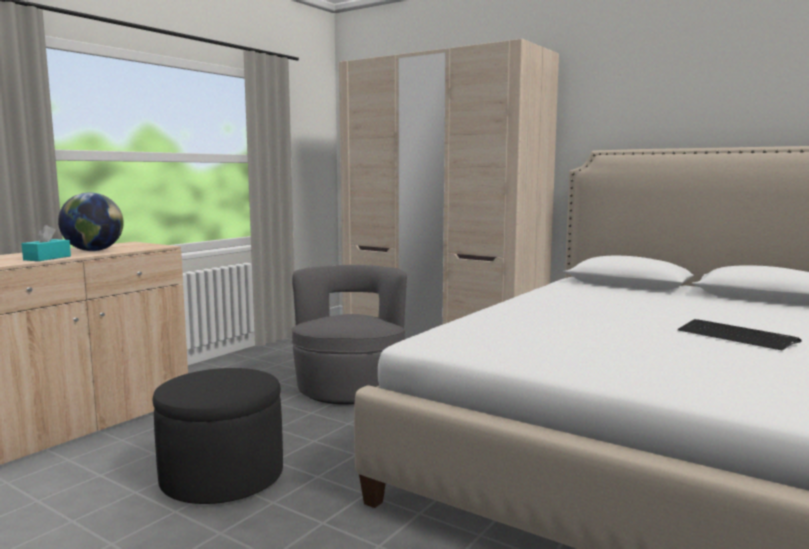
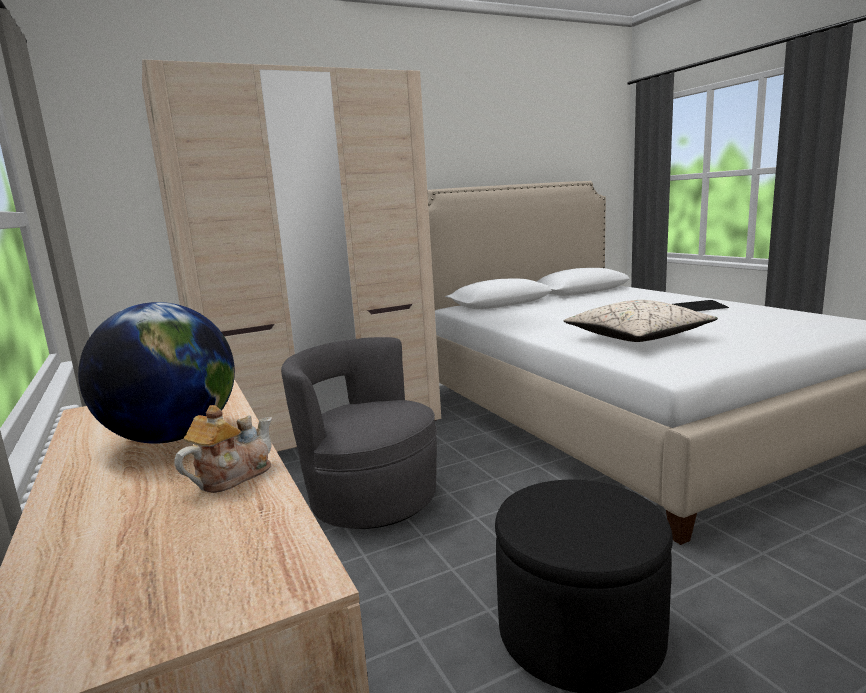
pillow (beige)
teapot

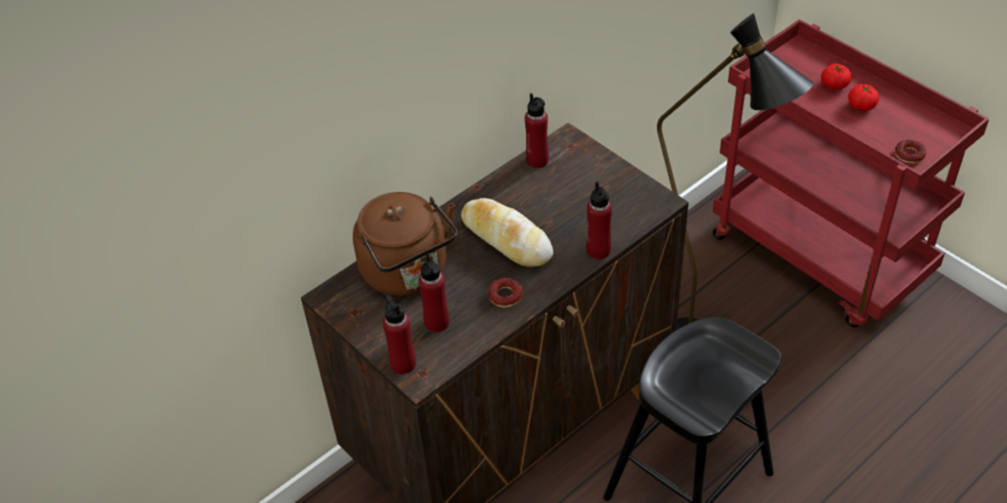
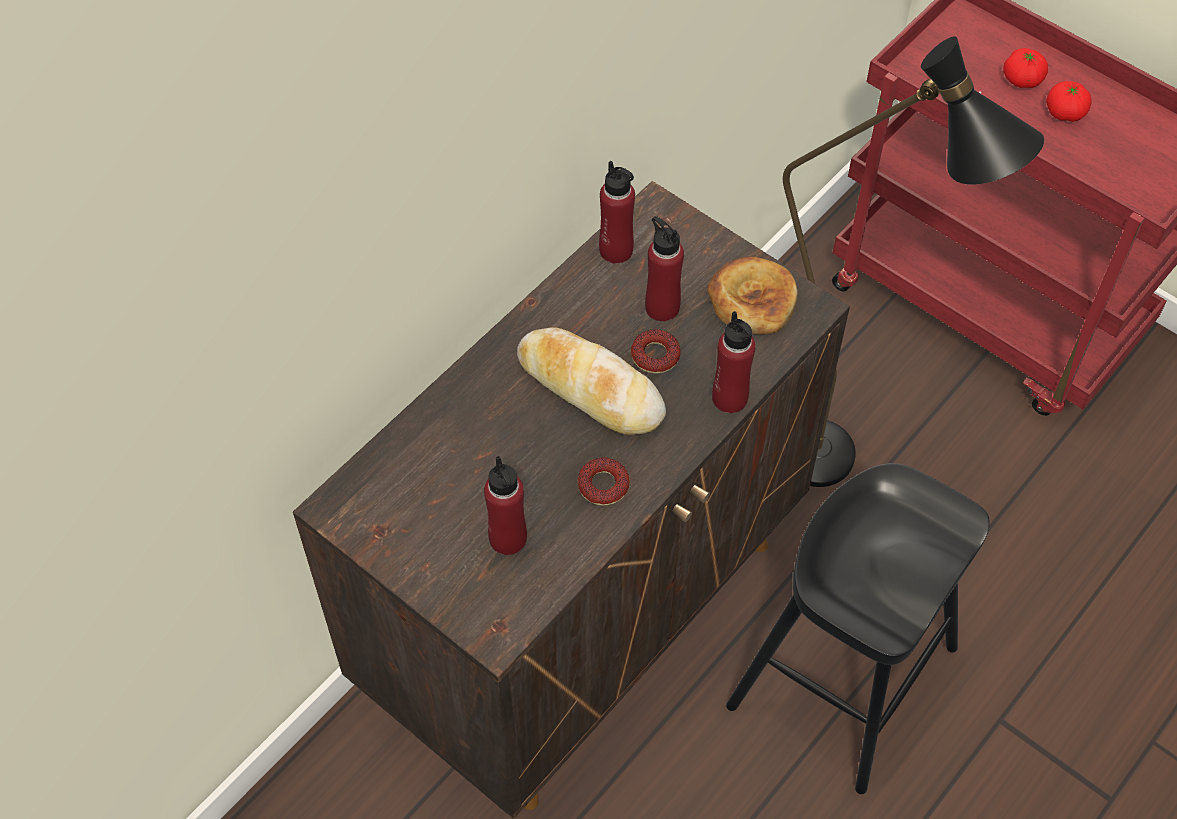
tea kettle (brown)
bread (no. 2 from left)
bottle (red-coloured) (no. 3 from left)
doughnut (no. 2 from left)

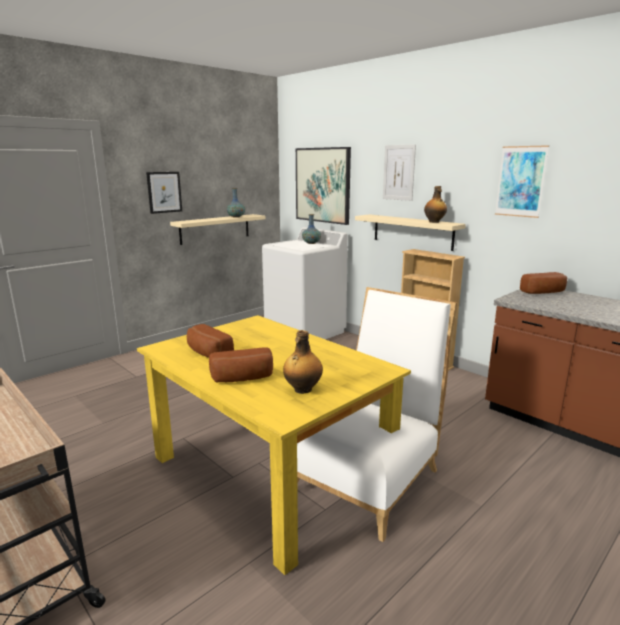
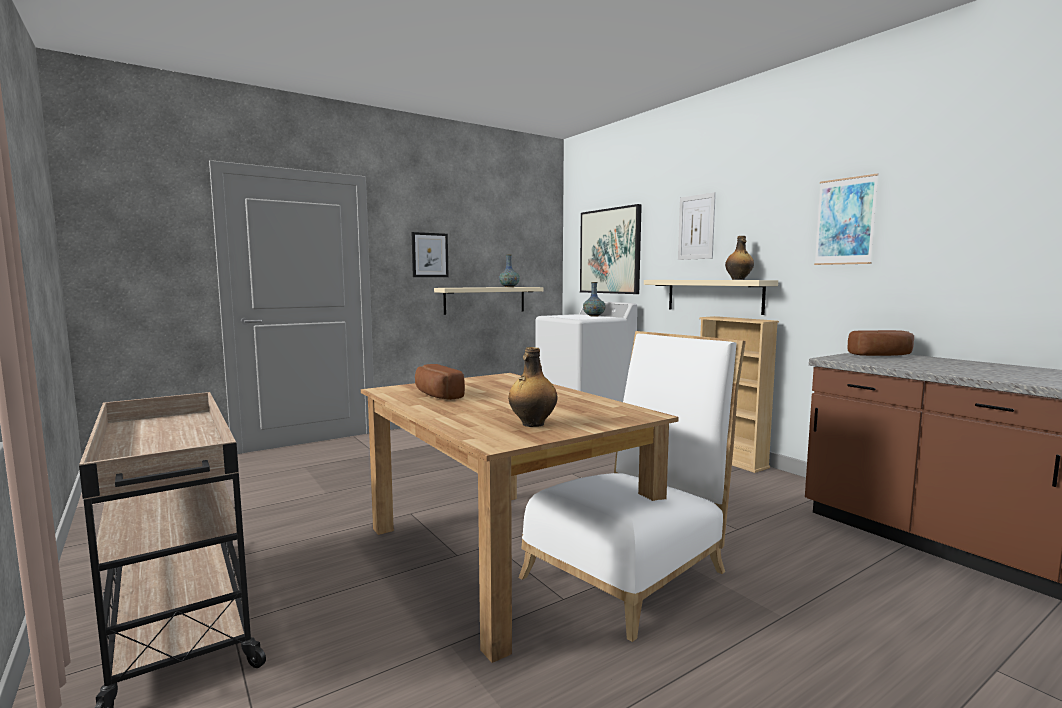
bread (no. 2 from left in the first image)
kitchen table (brown)

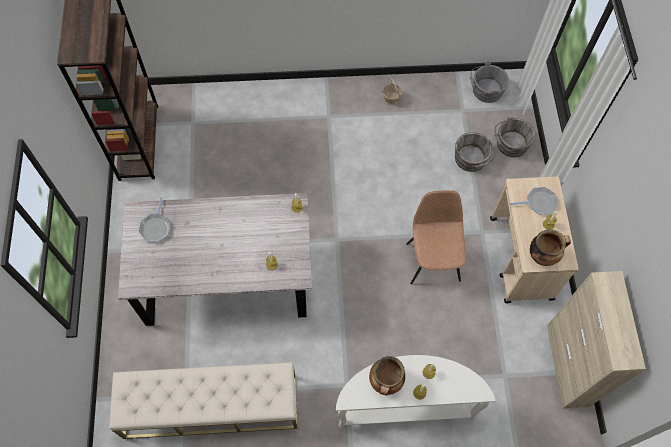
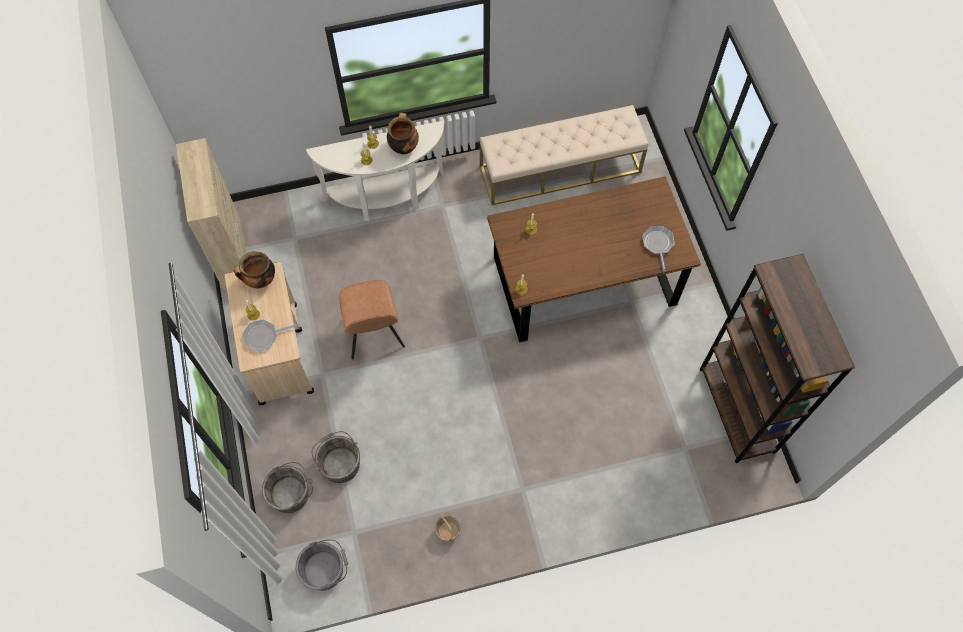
kitchen table (brown)

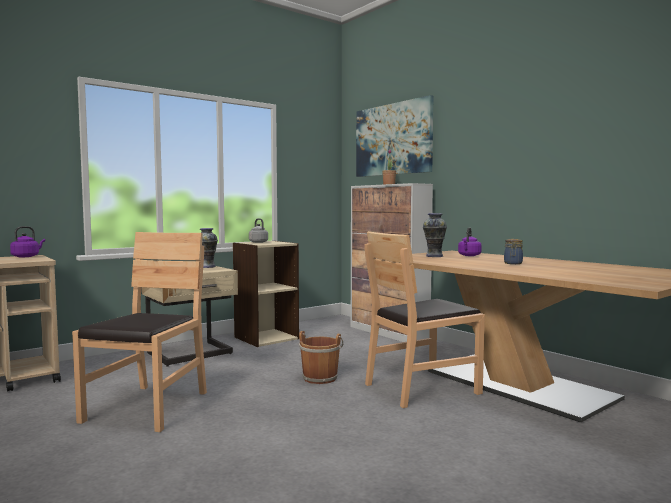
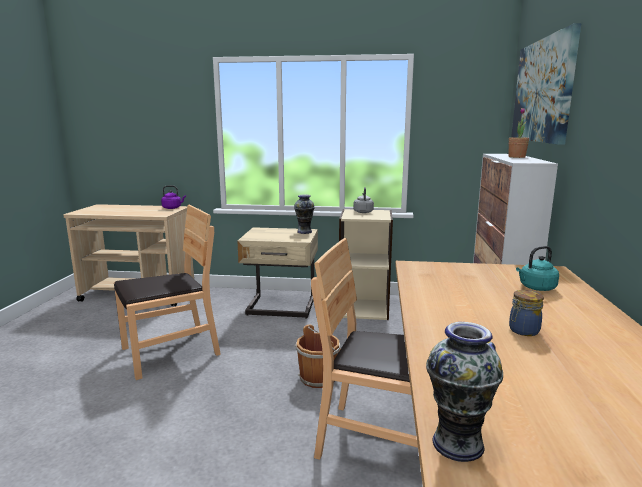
decorative vase (no. 2 from left)
tea kettle (turquoise-coloured)

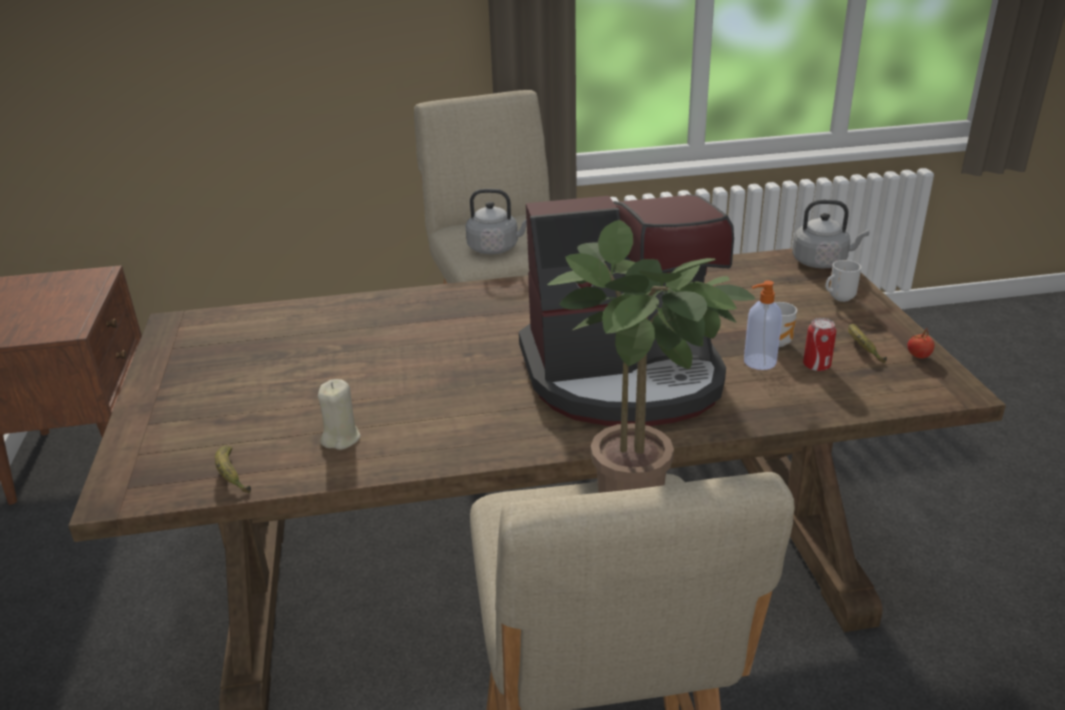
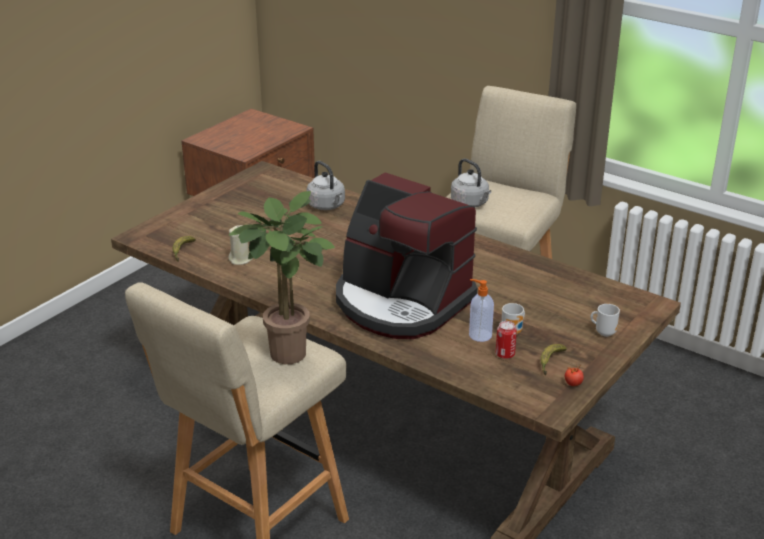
tea kettle (greyish) (no. 1 from left)

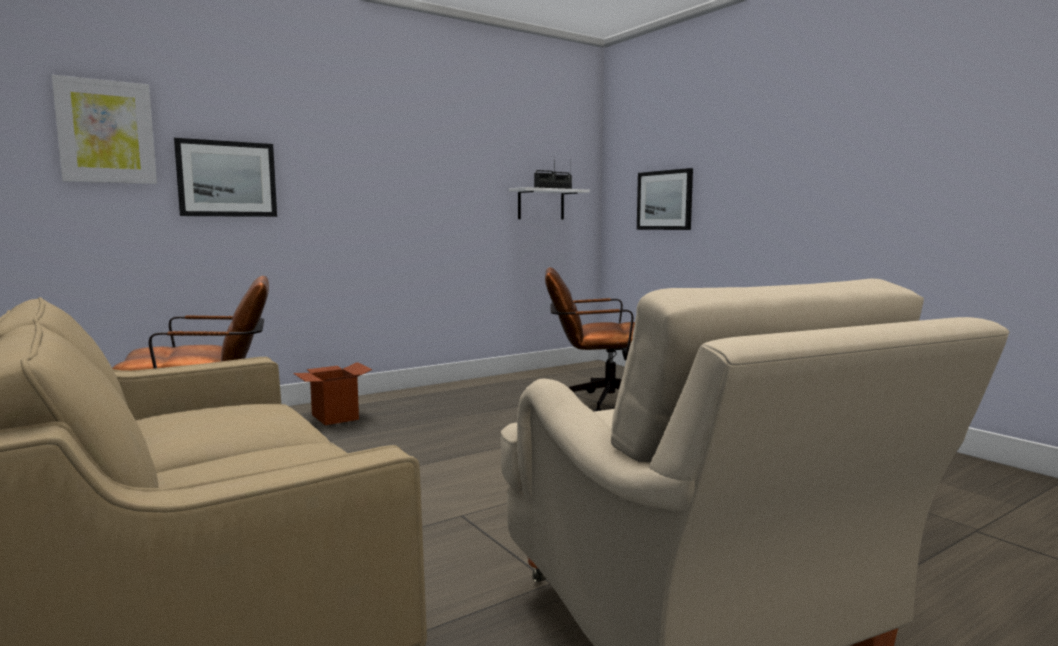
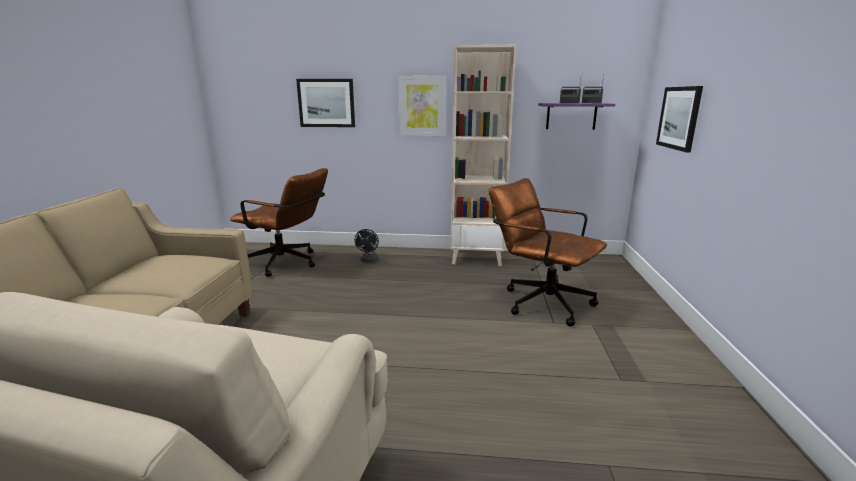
shelving unit (beige)
wall art (no. 2 from left)
electric fan (black-coloured)
bracket shelf (purple-coloured)

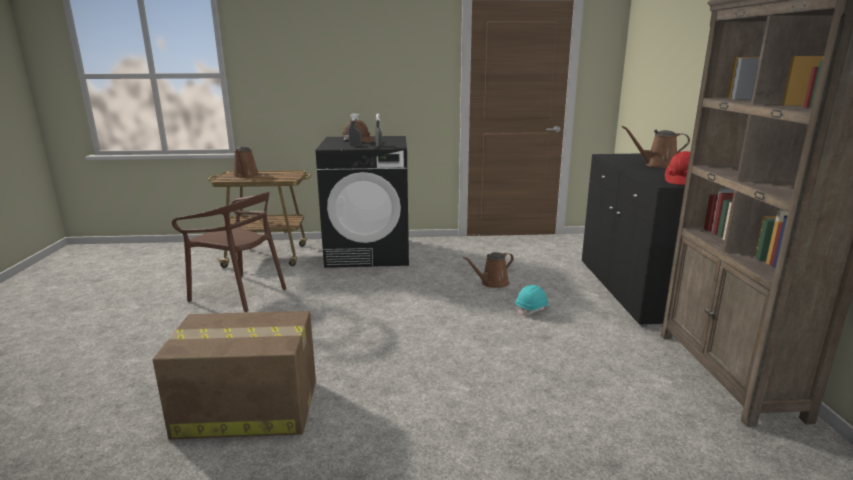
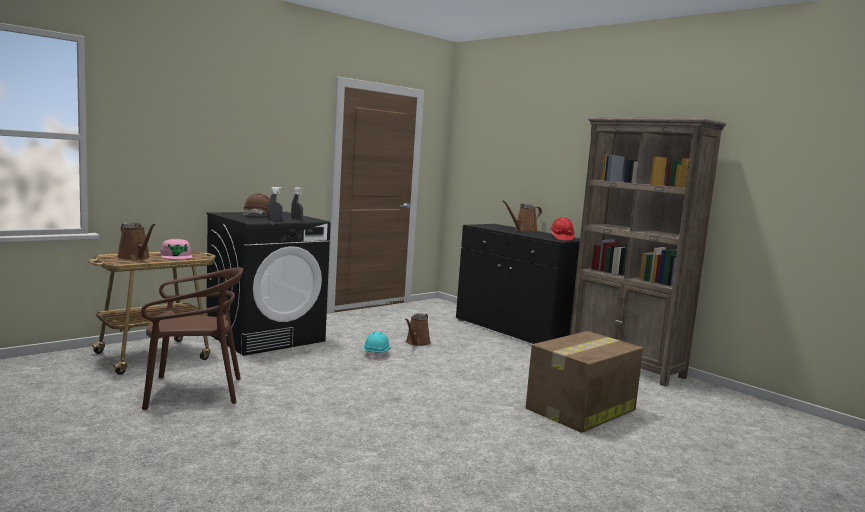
baseball cap (pinkish)
carton
safety helmet (turquoise-coloured)

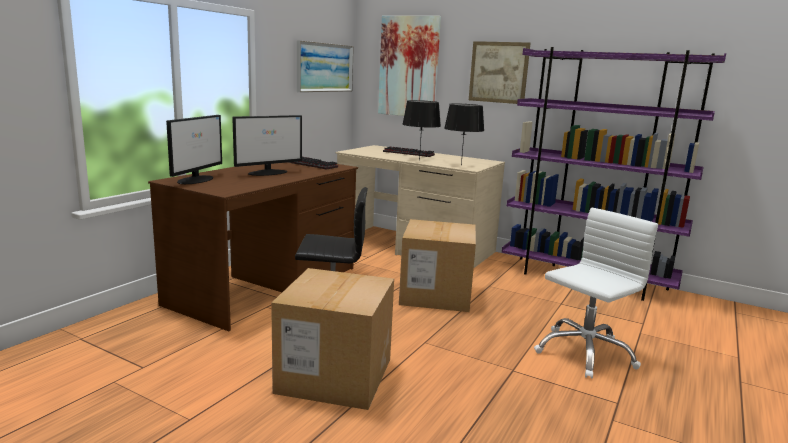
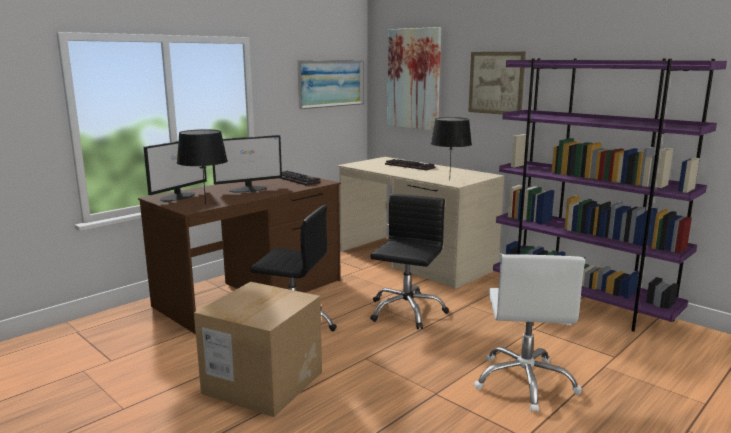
tabletop lamp (black-coloured) (no. 1 from left)
office chair (black-coloured) (no. 2 from left)
office chair (white-coloured)

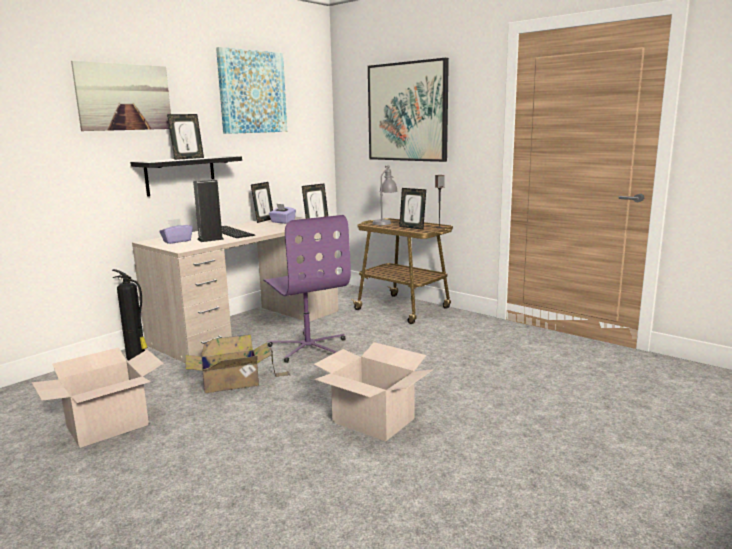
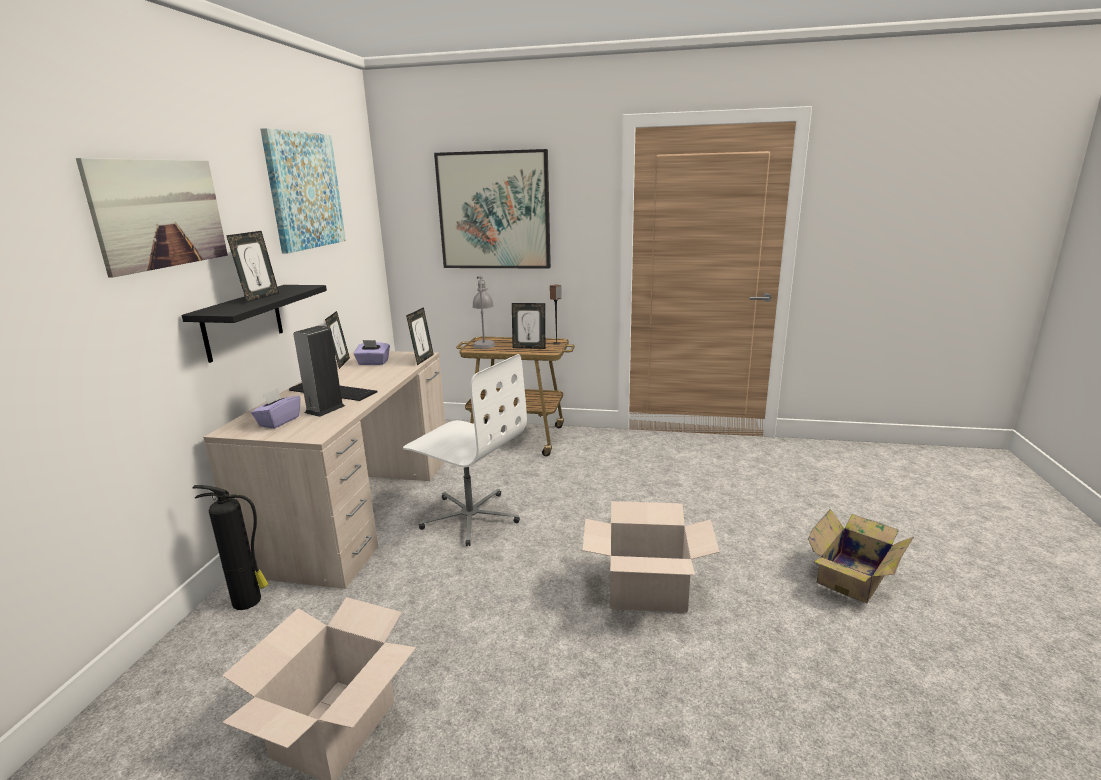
carton (no. 3 from left)
office chair (white-coloured)

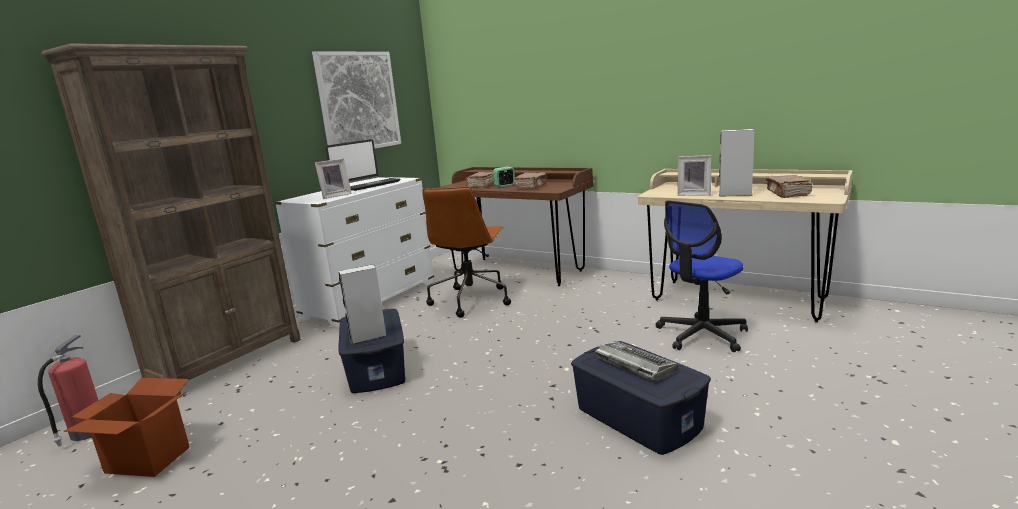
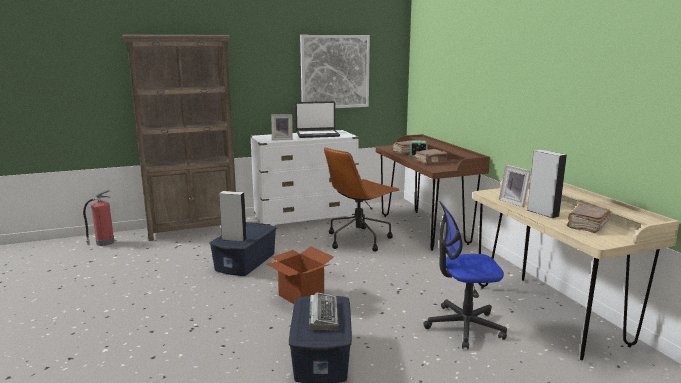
carton

